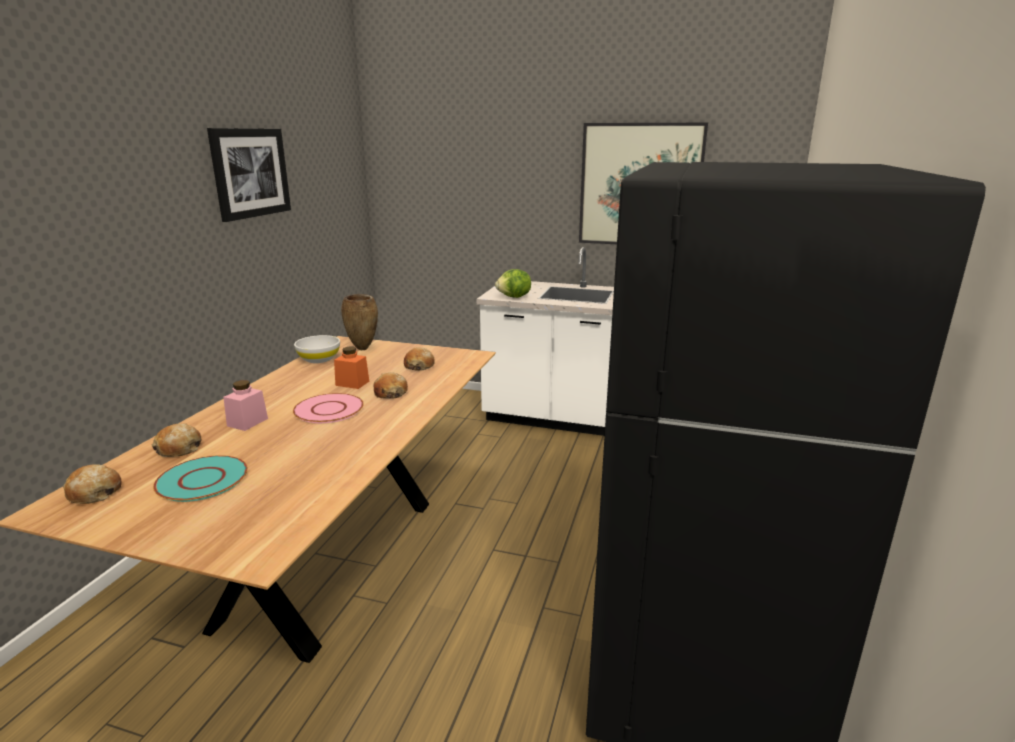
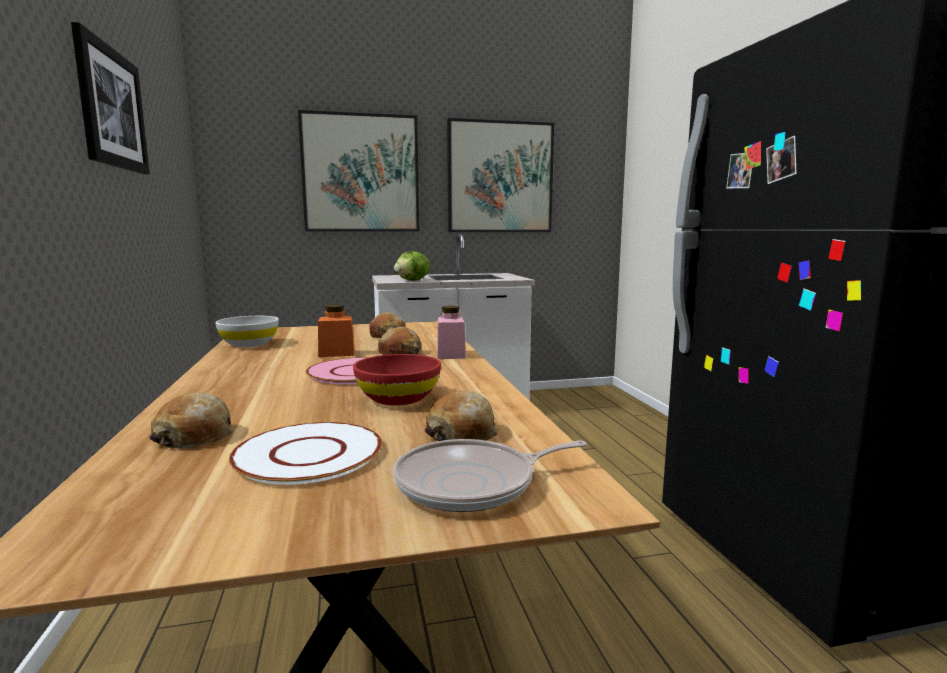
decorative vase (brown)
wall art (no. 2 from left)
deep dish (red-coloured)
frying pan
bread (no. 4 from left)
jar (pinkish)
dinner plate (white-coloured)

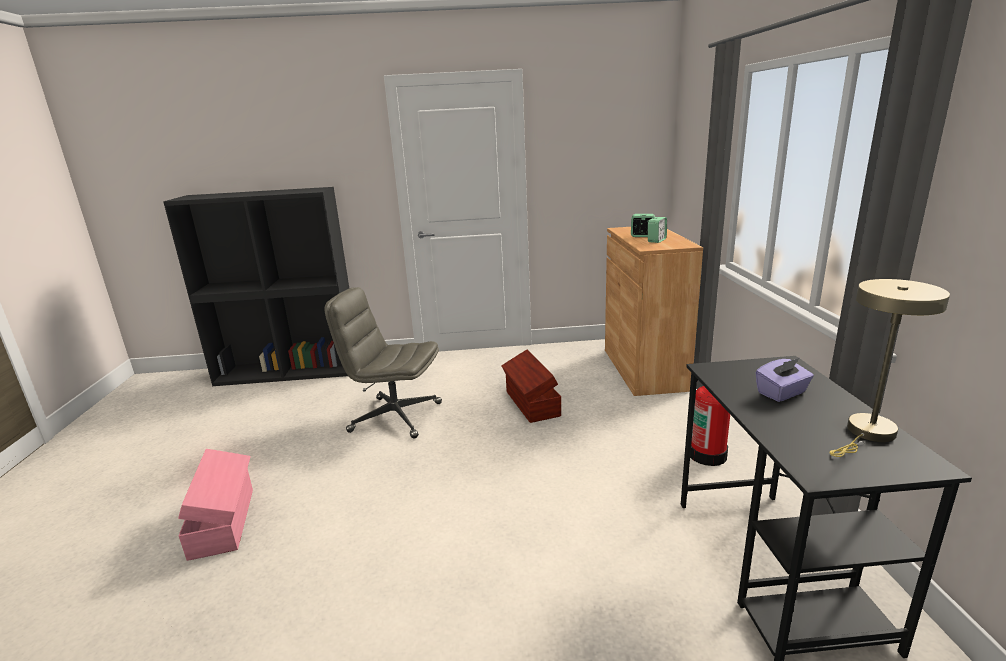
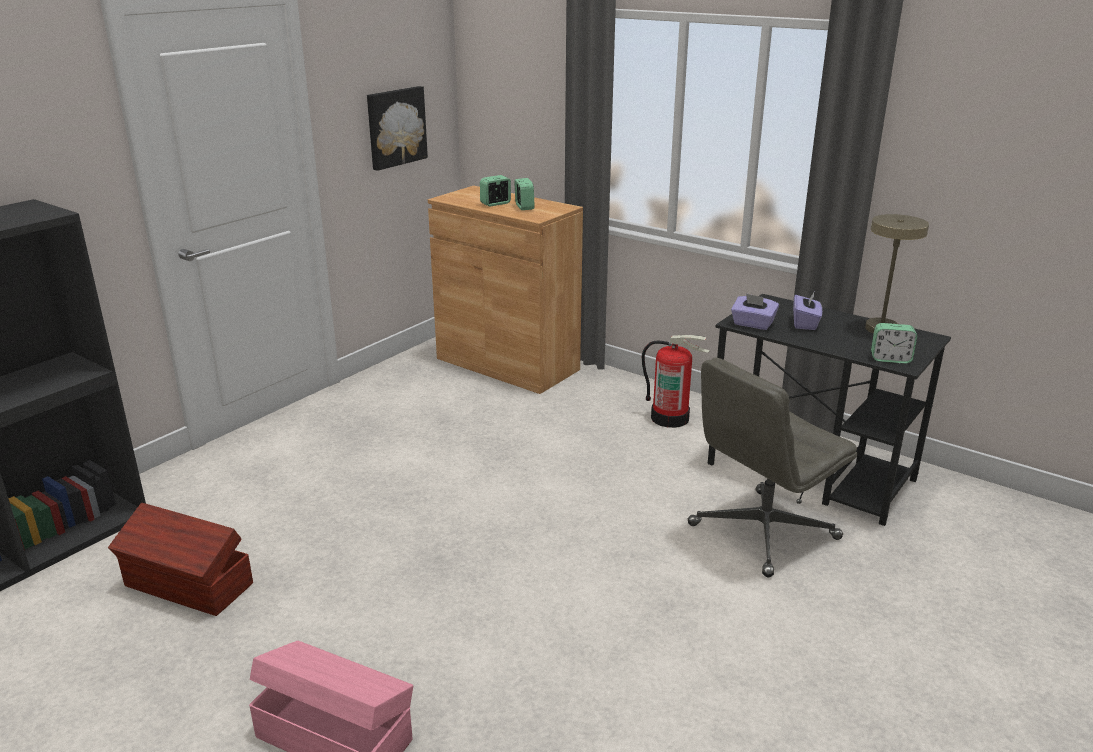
wall art
tissue holder (purple-coloured) (no. 1 from left)
table clock (no. 3 from left)
office chair (greyish)
storage box (brown)

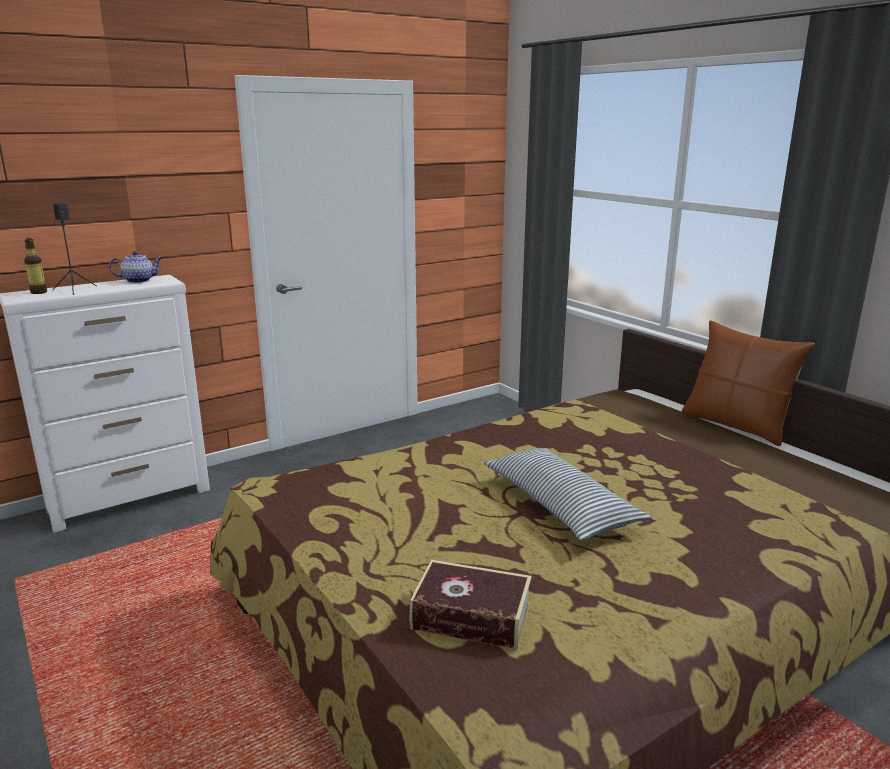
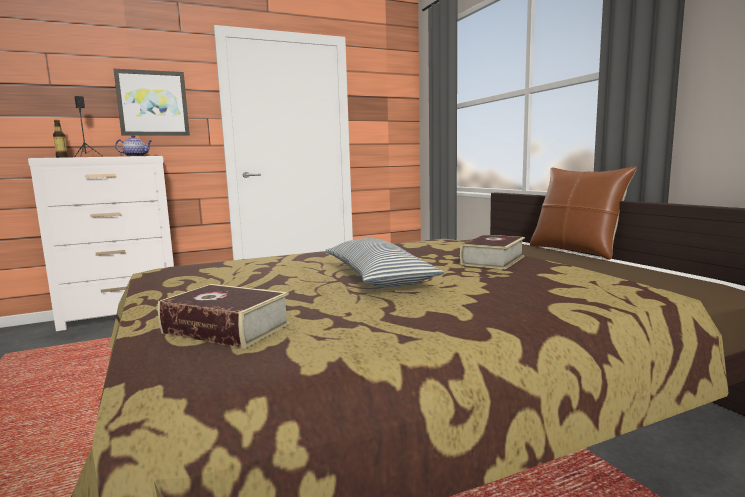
wall art
bound book (no. 2 from left)

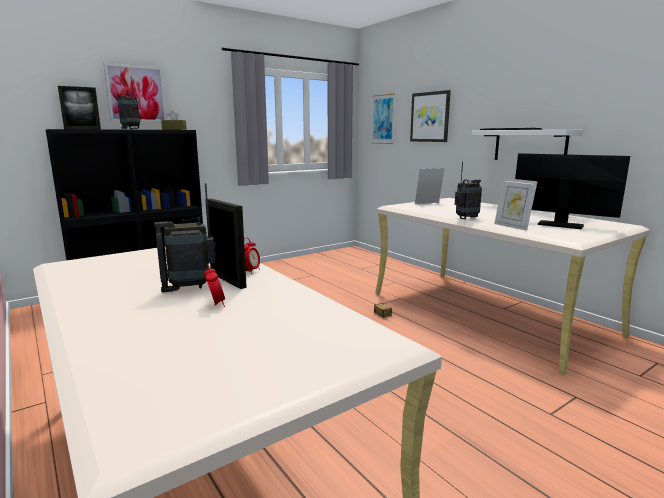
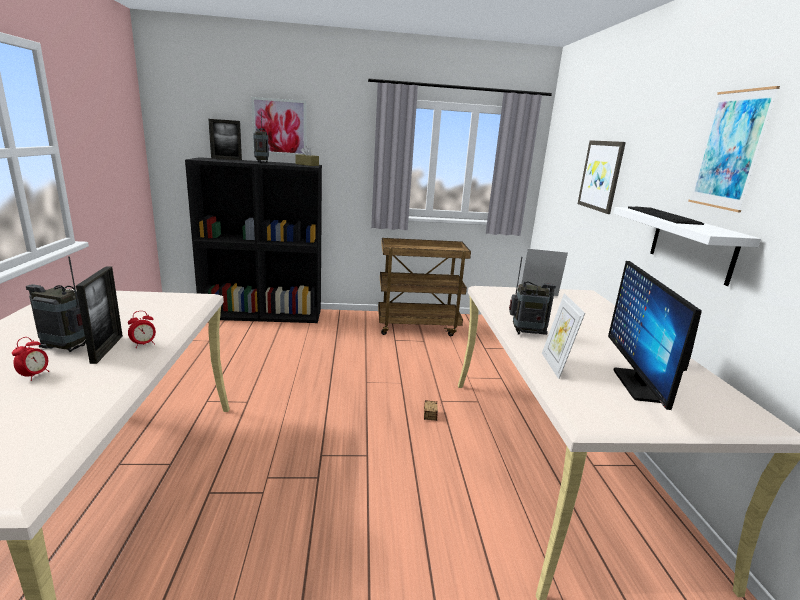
cart (brown)
wall art (no. 3 from left)
computer display

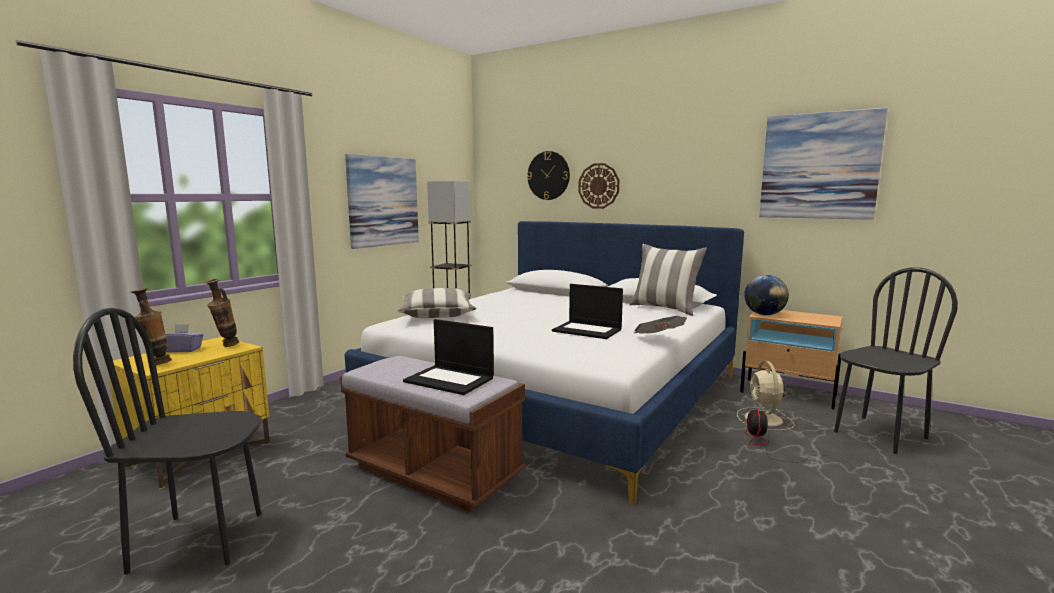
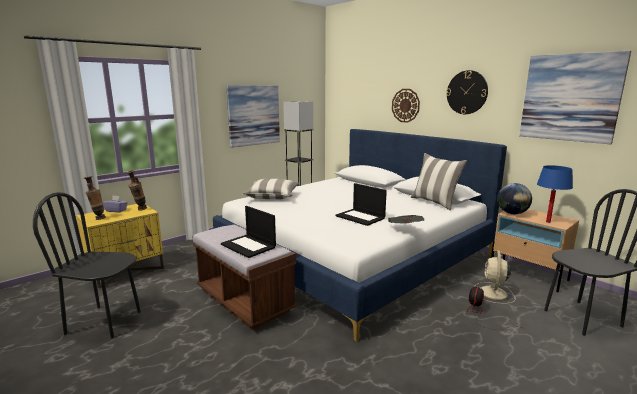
tabletop lamp (bluish)
wall clock (no. 2 from left)

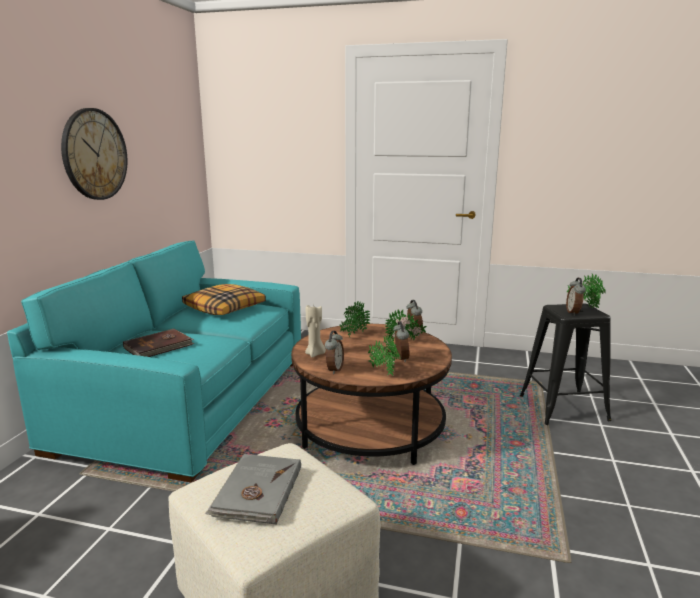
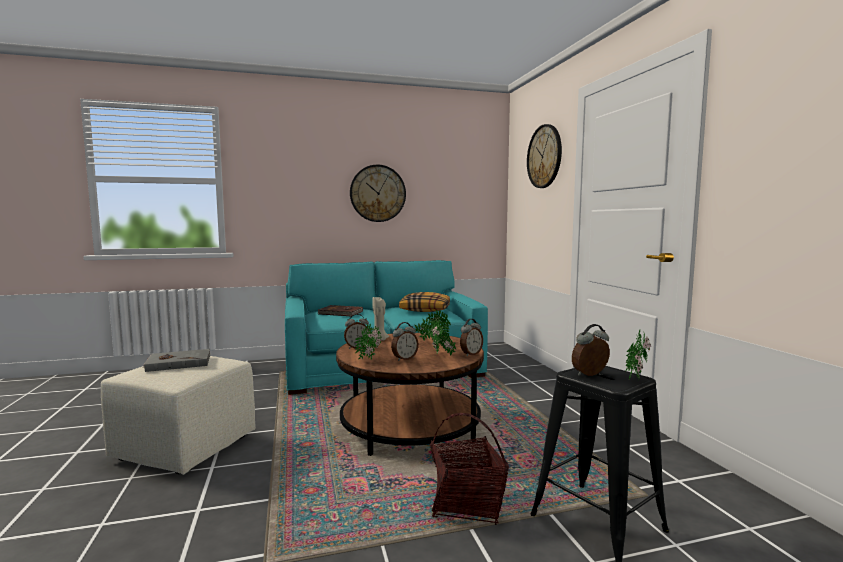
storage basket
wall clock (no. 2 from left)

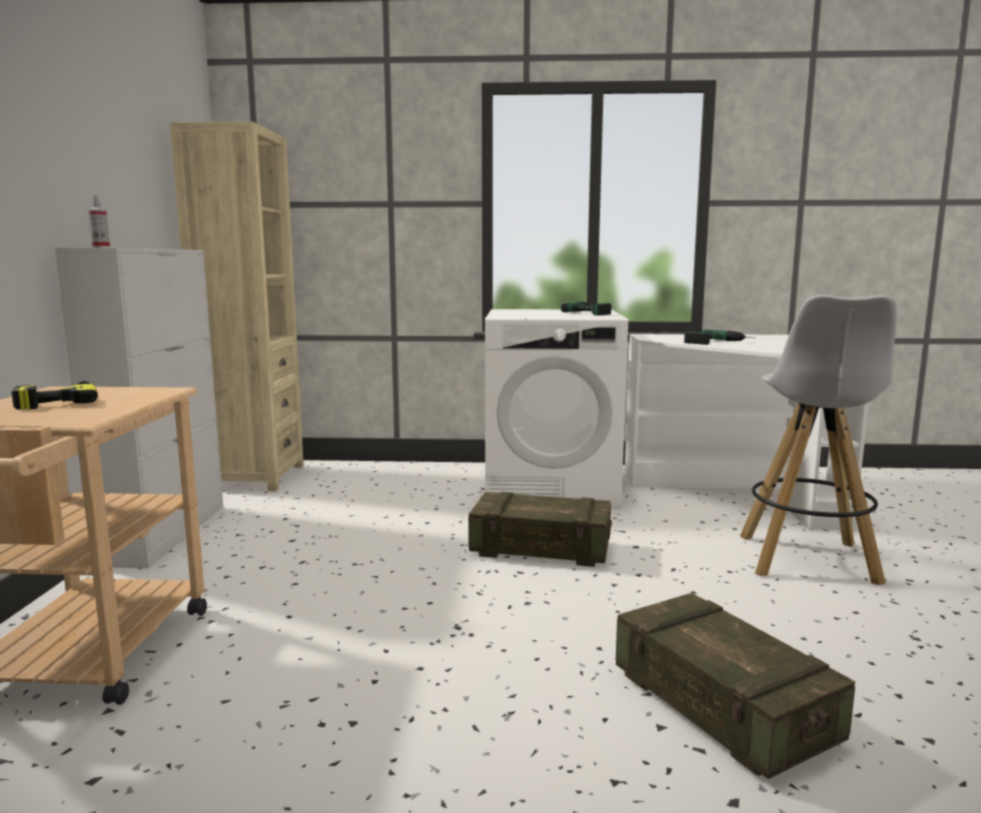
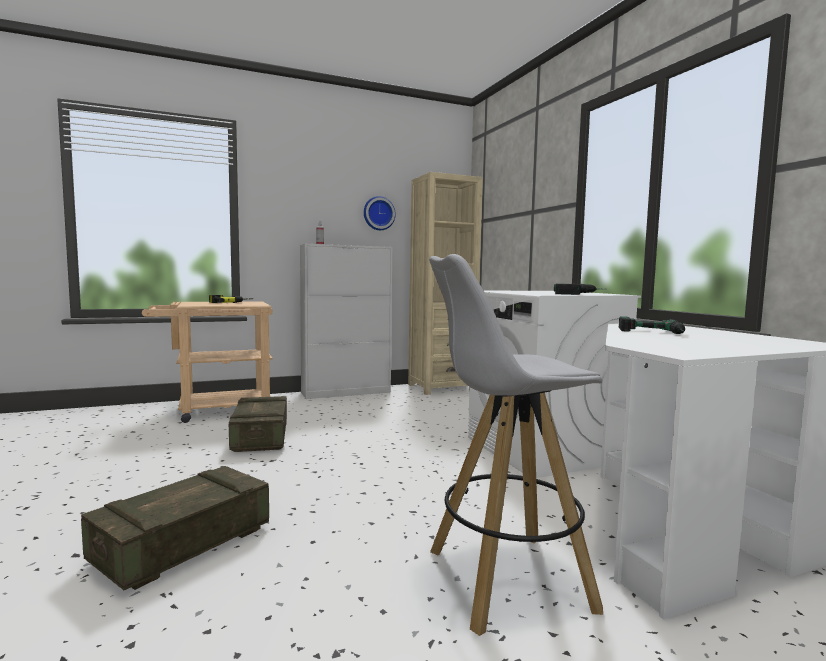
wall clock
packing crate (no. 2 from left)

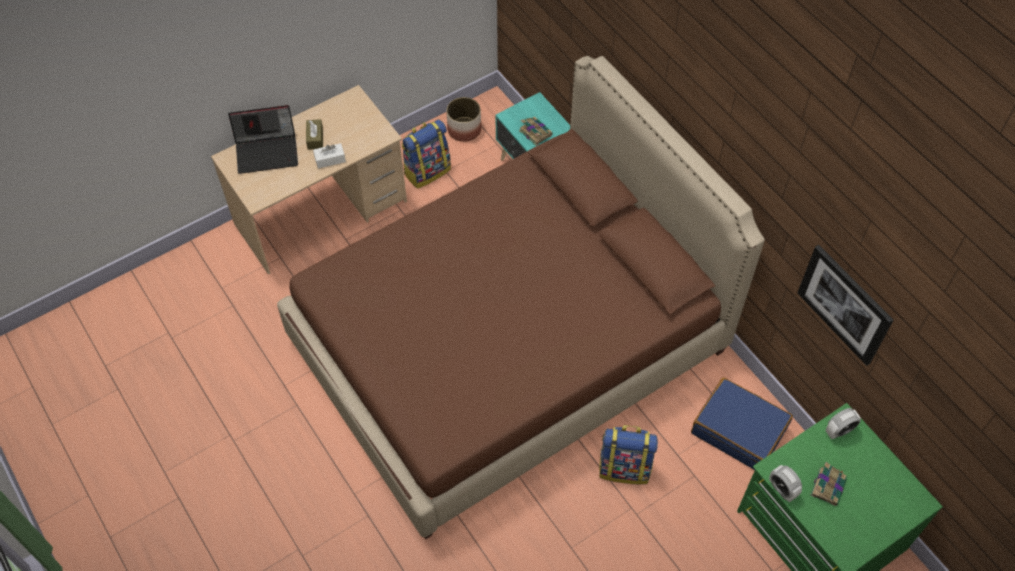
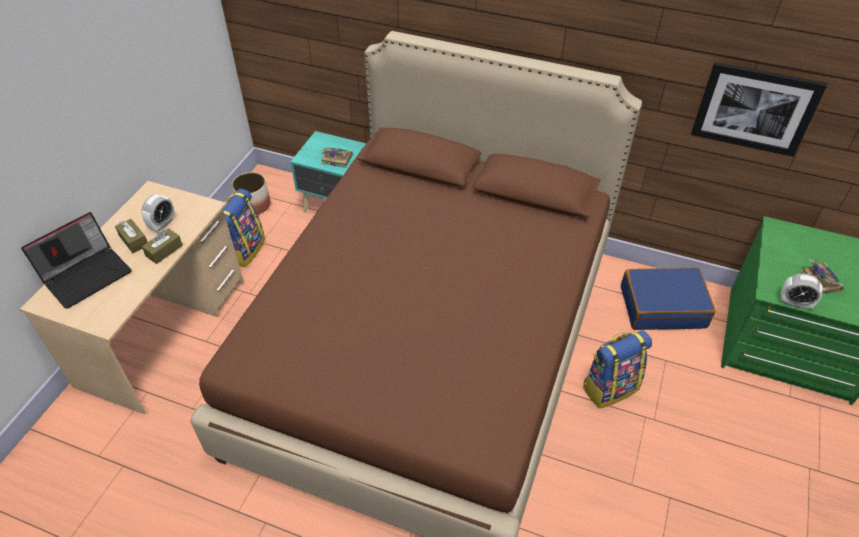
table clock (no. 1 from left)
tissue holder (brown) (no. 2 from left)

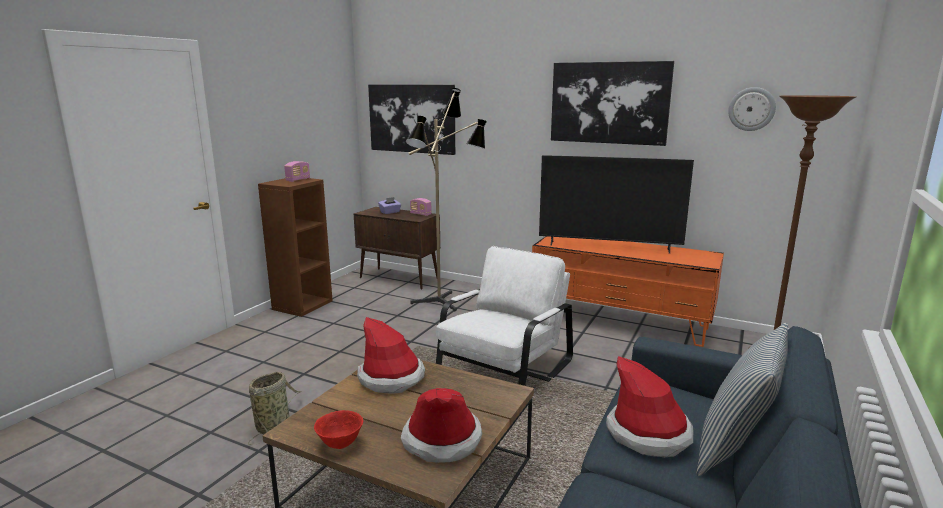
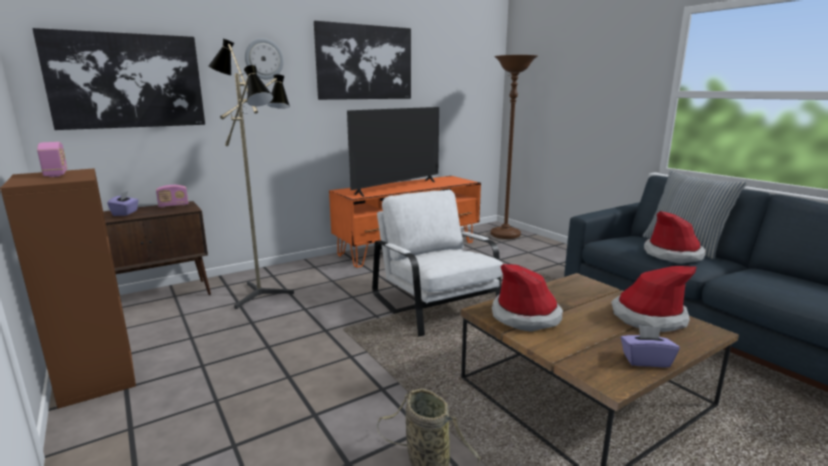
wall clock
tissue holder (purple-coloured) (no. 2 from left)

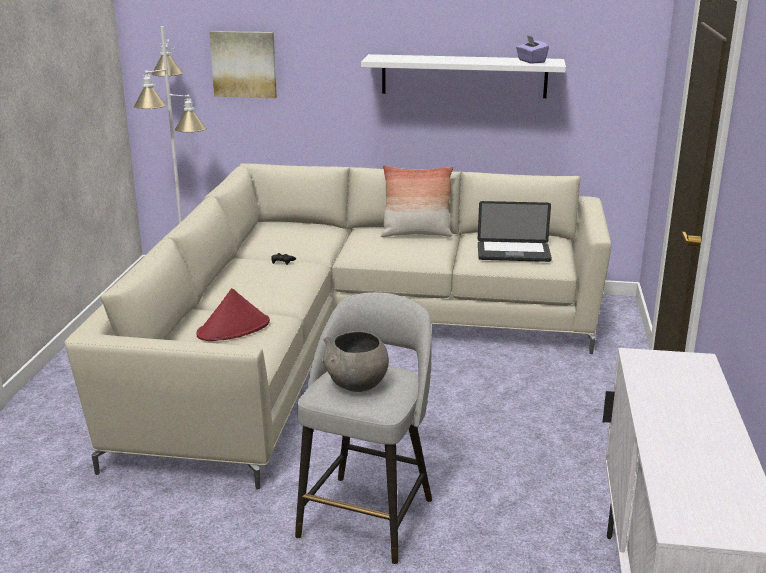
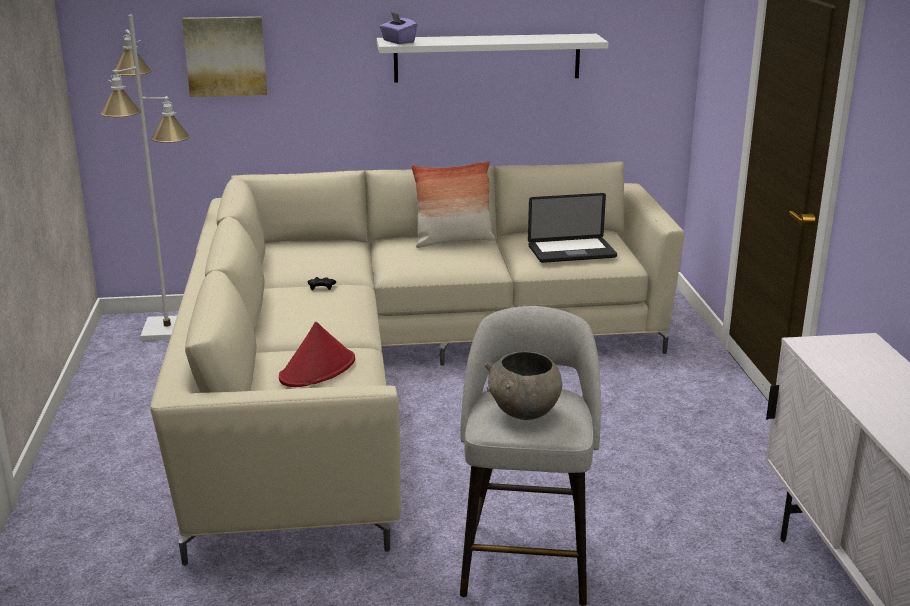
tissue holder (purple-coloured)

